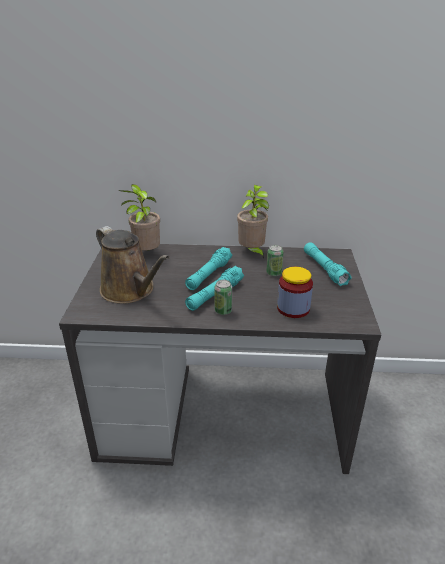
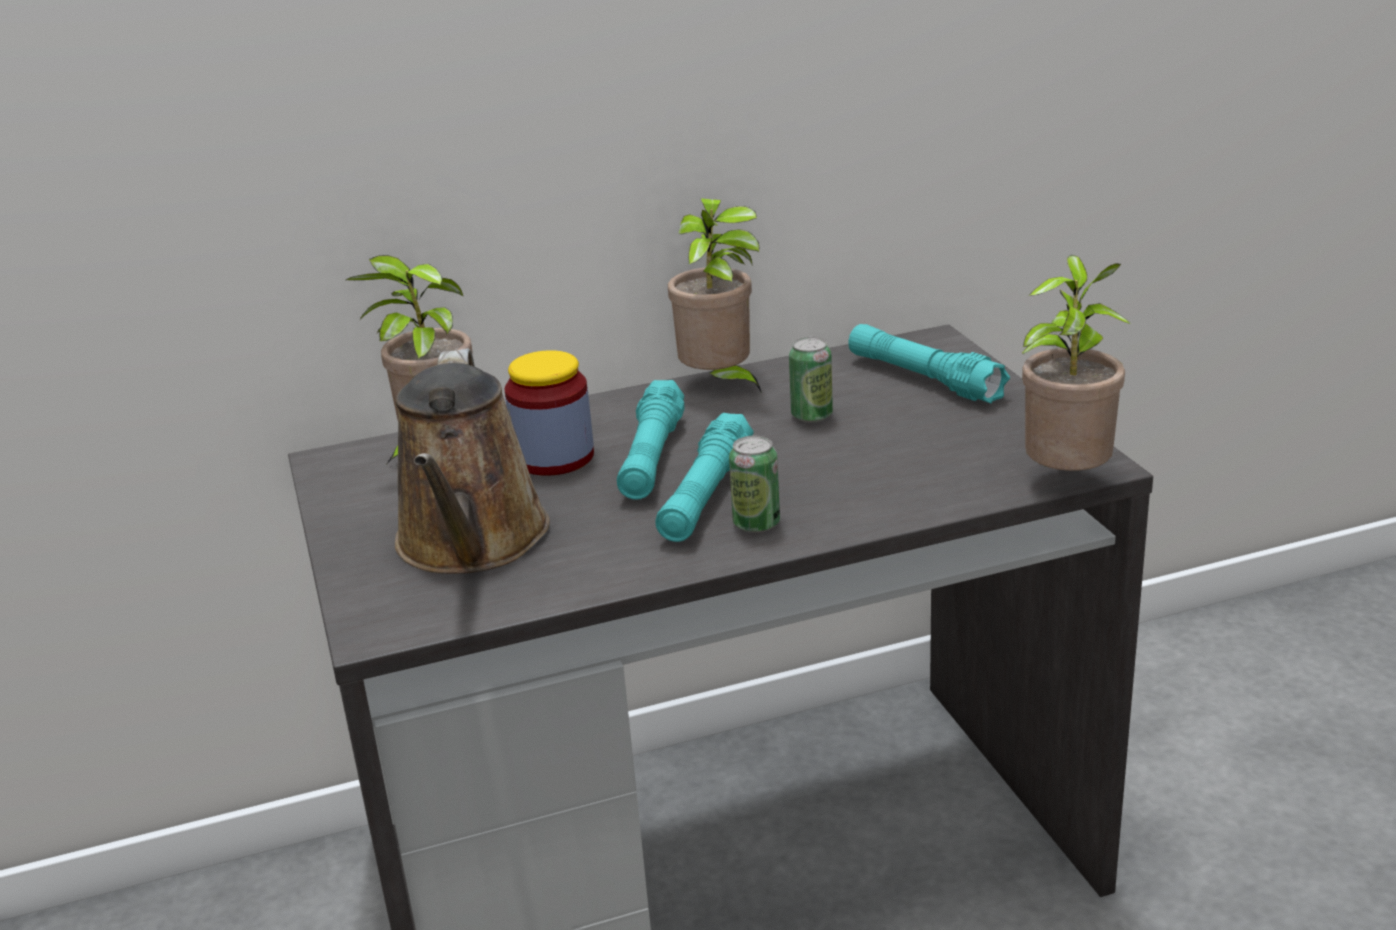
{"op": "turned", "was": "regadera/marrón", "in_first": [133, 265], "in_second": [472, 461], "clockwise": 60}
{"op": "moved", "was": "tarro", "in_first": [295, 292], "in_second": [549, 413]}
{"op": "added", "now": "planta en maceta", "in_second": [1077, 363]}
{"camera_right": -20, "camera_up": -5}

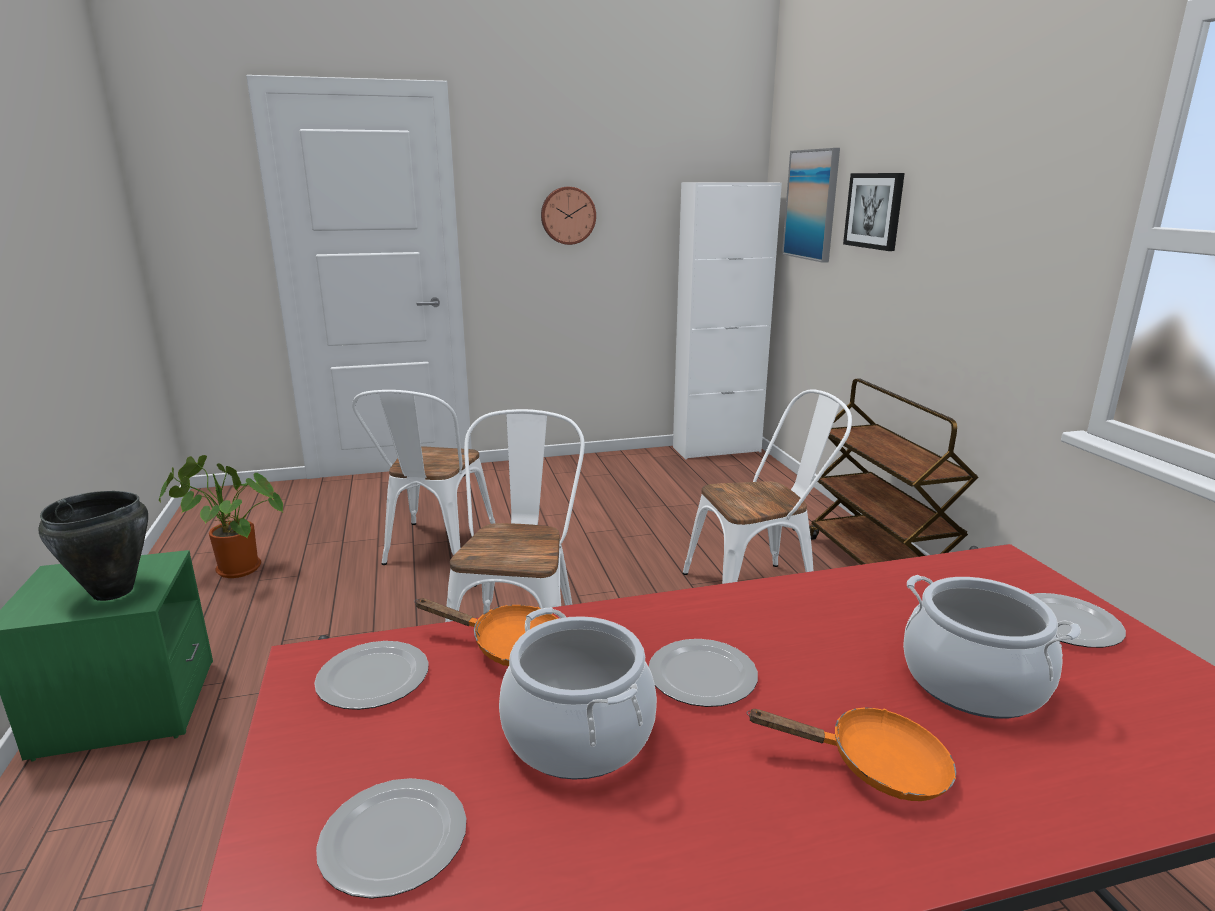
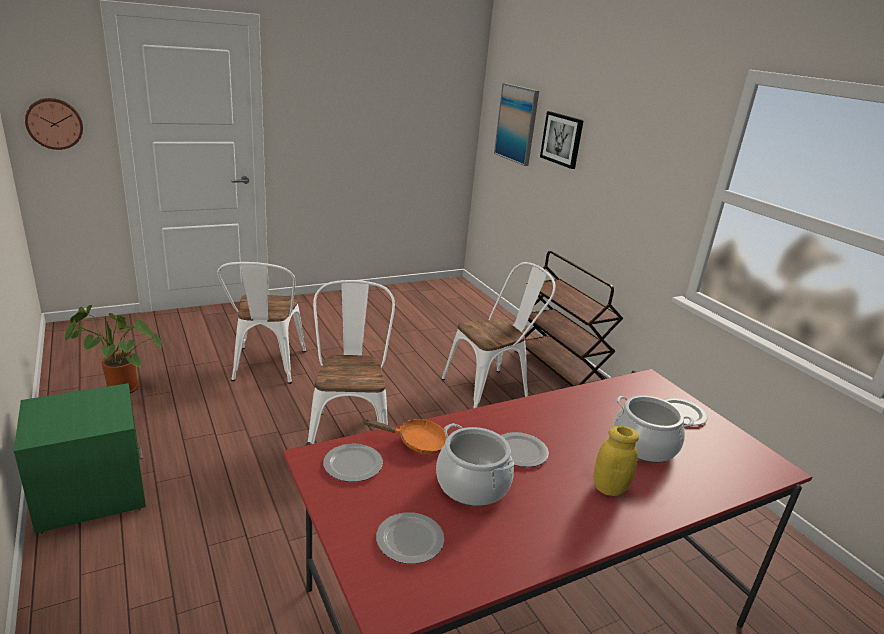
{"op": "removed", "was": "olla/negro", "in_first": [93, 546]}
{"op": "moved", "was": "reloj de pared", "in_first": [568, 216], "in_second": [54, 124]}
{"op": "removed", "was": "armario/blanco", "in_first": [727, 320]}
{"op": "replaced", "was": "sartén/naranja", "now": "tarro/amarillo", "in_first": [851, 754], "in_second": [616, 461]}
{"camera_right": -15, "camera_up": 5}

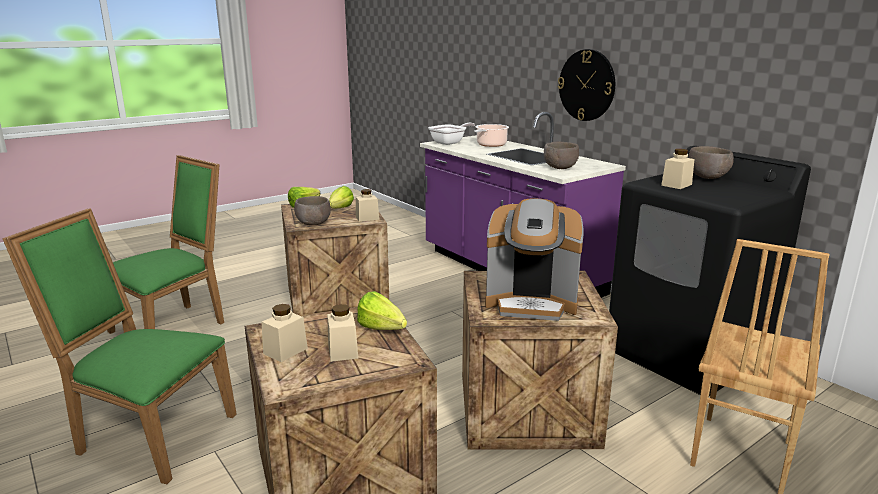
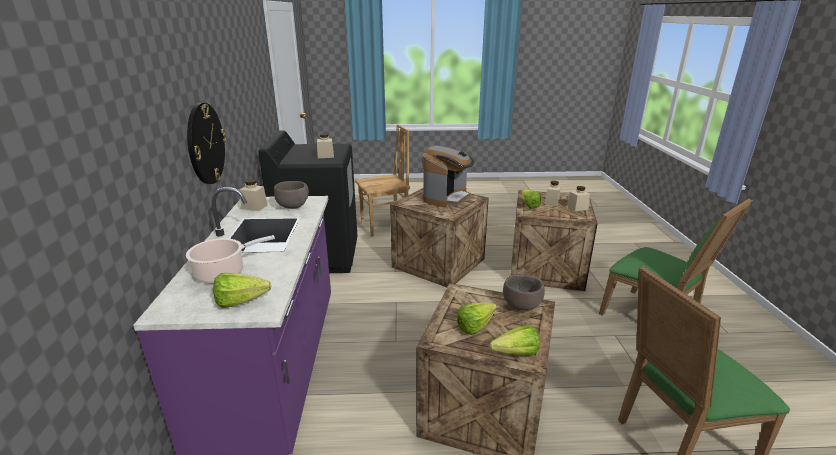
{"op": "moved", "was": "tarro/beis", "in_first": [367, 205], "in_second": [253, 195]}
{"op": "replaced", "was": "sartén", "now": "lechuga", "in_first": [451, 134], "in_second": [242, 290]}
{"op": "turned", "was": "cafetera", "in_first": [534, 260], "in_second": [448, 177], "clockwise": 75}
{"op": "removed", "was": "cuenco/marrón", "in_first": [711, 162]}
{"camera_right": -145, "camera_up": 5}

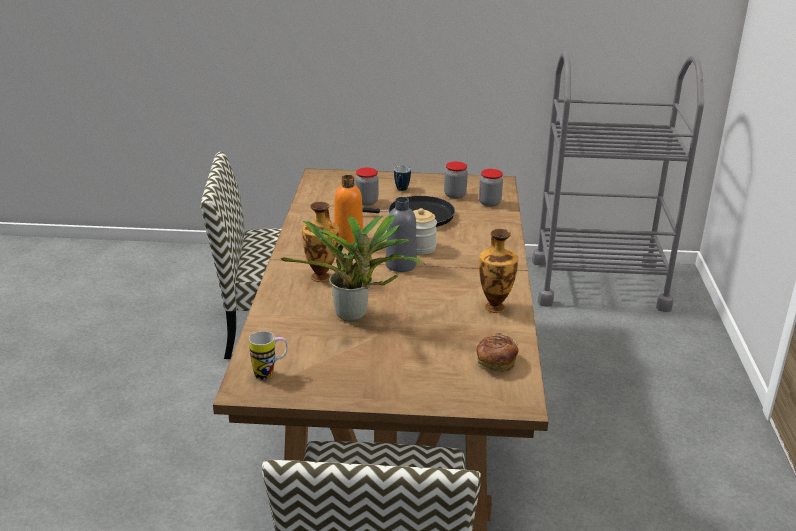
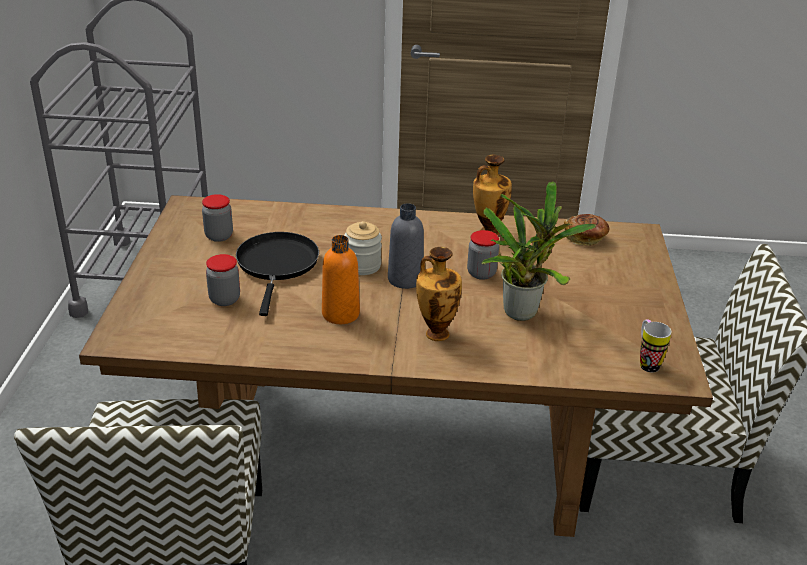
{"op": "removed", "was": "taza grande", "in_first": [402, 178]}
{"op": "moved", "was": "tarro", "in_first": [491, 188], "in_second": [483, 255]}
{"camera_right": -90, "camera_up": 5}

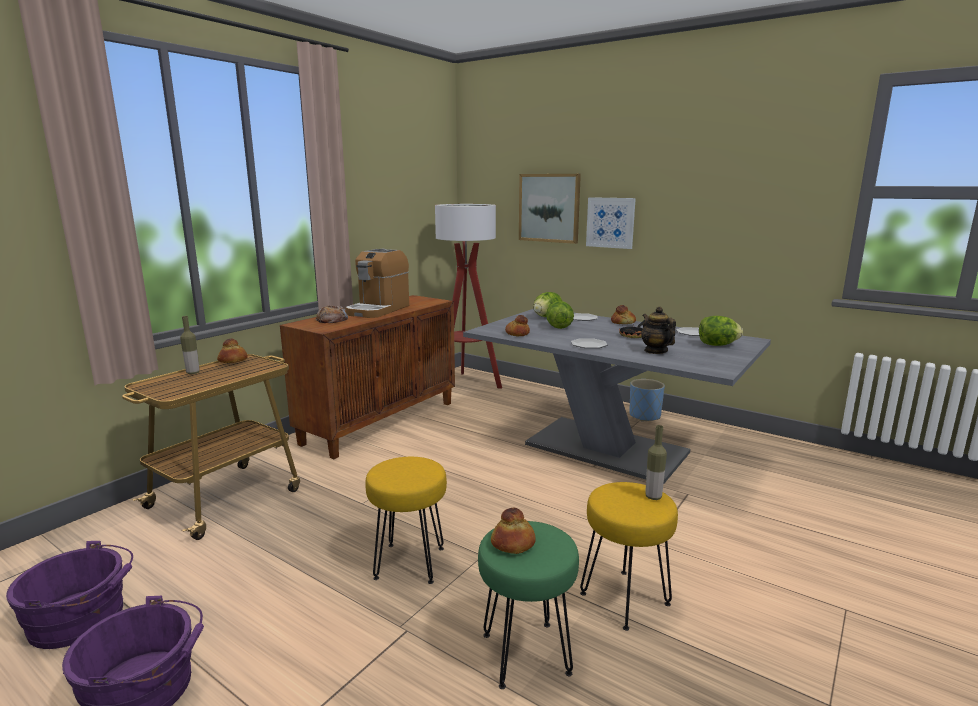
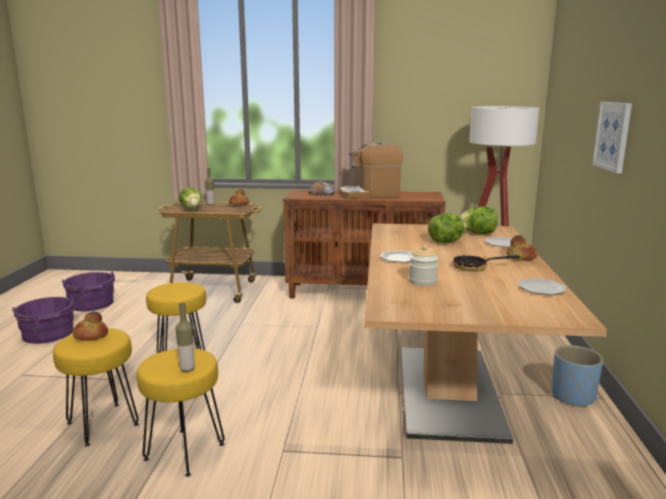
{"op": "recoloured", "was": "mesa de comedor/gris", "now": "mesa de comedor/marrón", "in_first": [617, 397], "in_second": [485, 333]}
{"op": "recoloured", "was": "taburete/verde", "now": "taburete/amarillo", "in_first": [528, 605], "in_second": [96, 387]}
{"op": "removed", "was": "pan", "in_first": [517, 325]}
{"op": "removed", "was": "cuadro", "in_first": [550, 209]}
{"op": "replaced", "was": "tetera", "now": "tarro", "in_first": [658, 330], "in_second": [424, 265]}
{"op": "moved", "was": "lechuga", "in_first": [721, 331], "in_second": [190, 198]}
{"camera_right": 60, "camera_up": 0}

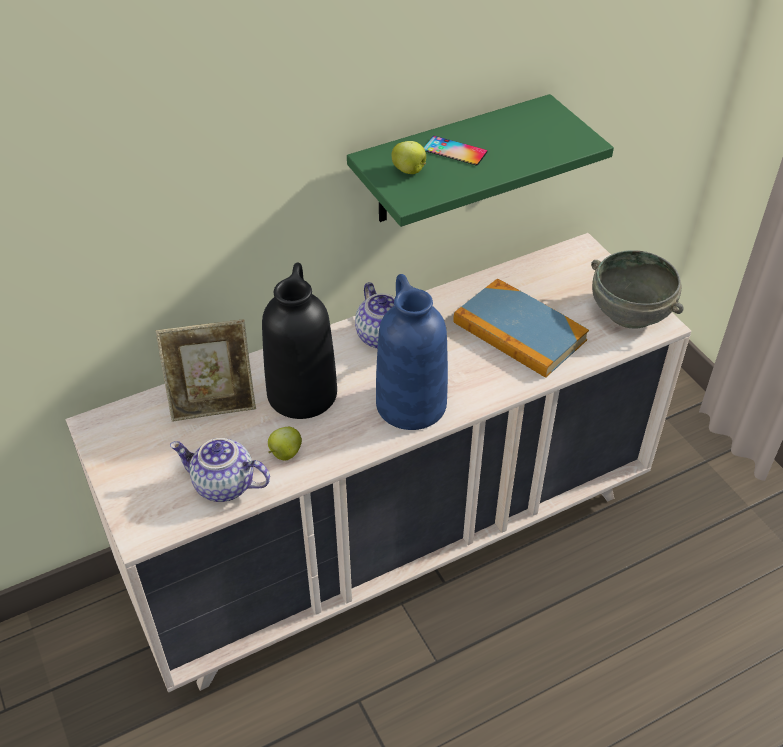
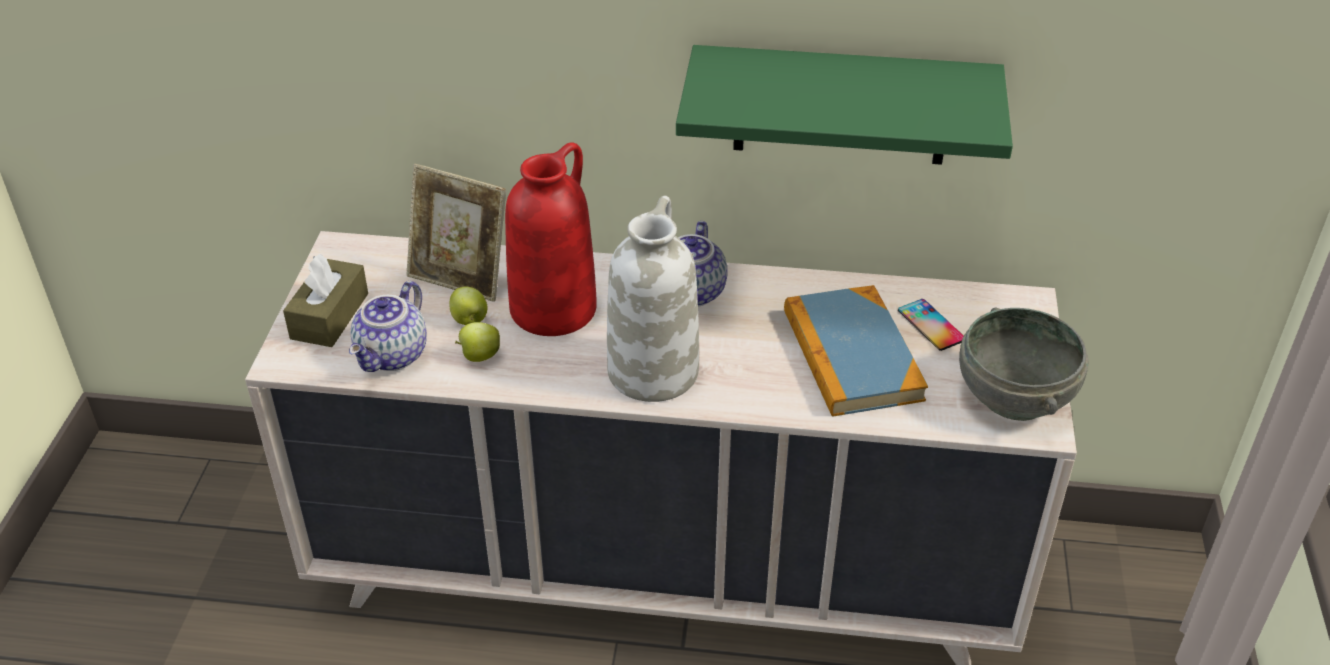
{"op": "turned", "was": "tetera", "in_first": [220, 470], "in_second": [388, 326], "clockwise": -120}
{"op": "recoloured", "was": "florero/negro", "now": "florero/rojo", "in_first": [299, 341], "in_second": [551, 239]}
{"op": "recoloured", "was": "florero/azul", "now": "florero/blanco", "in_first": [412, 352], "in_second": [653, 299]}
{"op": "moved", "was": "manzana", "in_first": [408, 157], "in_second": [468, 305]}
{"op": "moved", "was": "móvil", "in_first": [455, 151], "in_second": [931, 325]}
{"op": "added", "now": "caja de pañuelos/marrón", "in_second": [325, 300]}
{"camera_right": 35, "camera_up": -5}

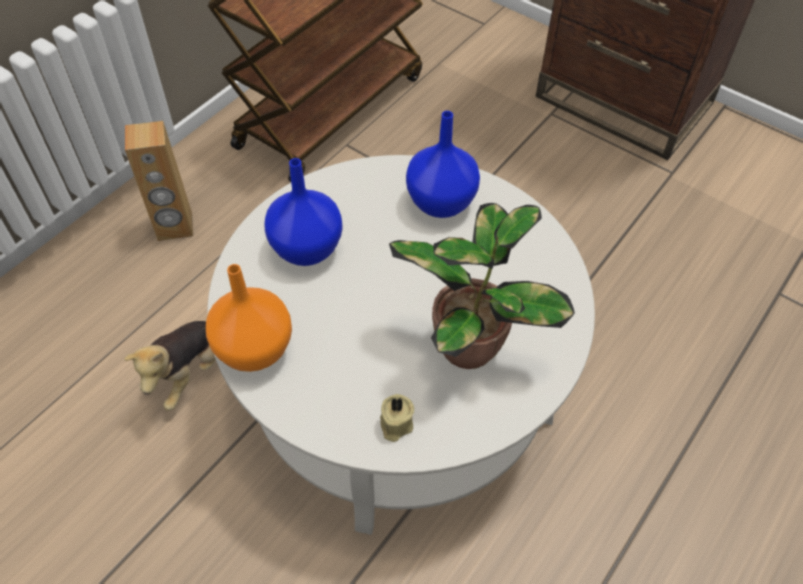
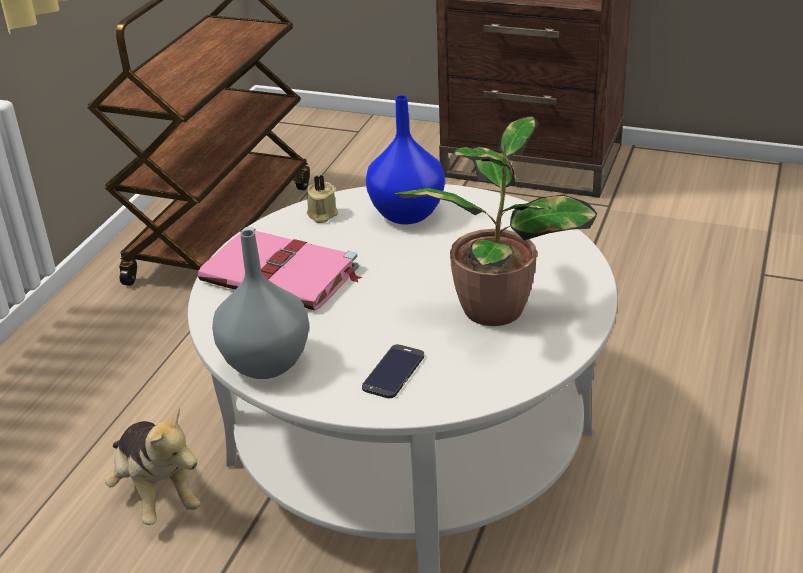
{"op": "turned", "was": "peluche", "in_first": [170, 366], "in_second": [153, 466], "clockwise": -45}
{"op": "removed", "was": "altavoz/marrón", "in_first": [159, 181]}
{"op": "recoloured", "was": "florero/naranja", "now": "florero/gris", "in_first": [249, 318], "in_second": [260, 304]}
{"op": "replaced", "was": "florero/azul", "now": "libro/rosa", "in_first": [303, 212], "in_second": [280, 269]}
{"op": "moved", "was": "vela/beis", "in_first": [397, 418], "in_second": [322, 199]}
{"op": "added", "now": "móvil", "in_second": [393, 371]}
{"camera_right": -15, "camera_up": -20}

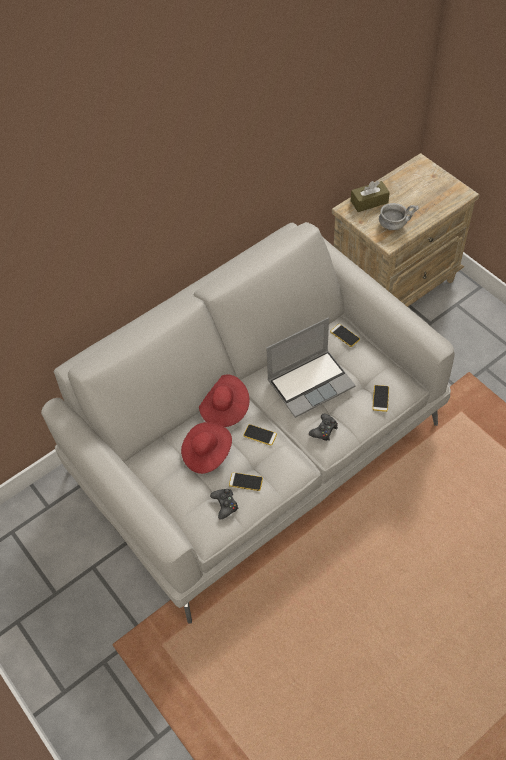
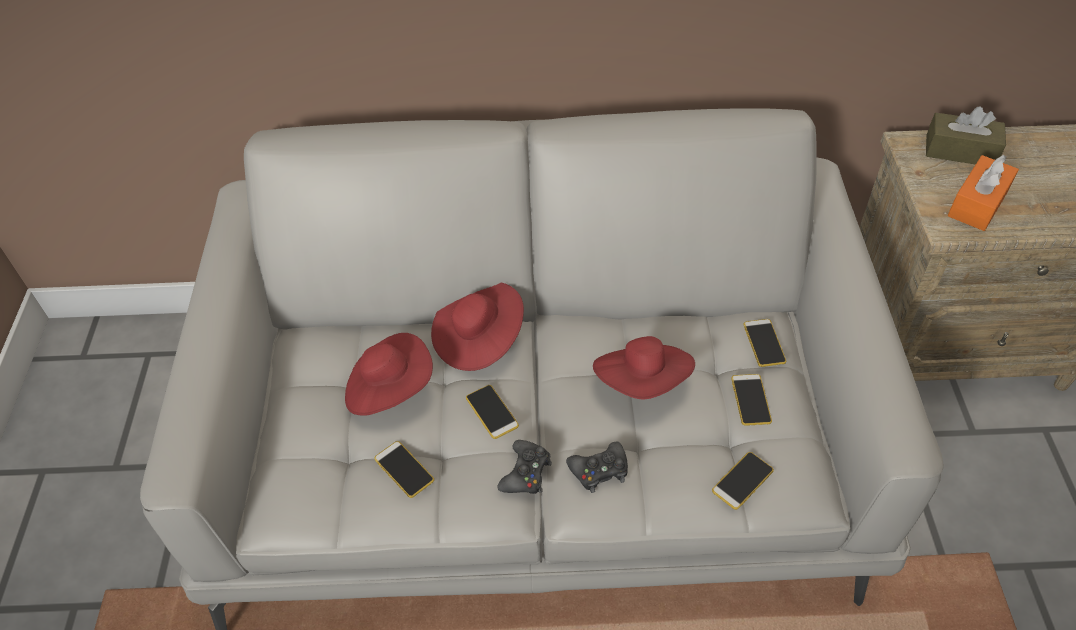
{"op": "moved", "was": "mando de consola/negro", "in_first": [224, 504], "in_second": [524, 467]}
{"op": "replaced", "was": "portátil", "now": "sombrero/rojo", "in_first": [311, 368], "in_second": [644, 368]}
{"op": "replaced", "was": "cuenco/gris", "now": "caja de pañuelos/naranja", "in_first": [399, 216], "in_second": [983, 193]}
{"op": "added", "now": "móvil", "in_second": [751, 400]}
{"camera_right": 35, "camera_up": -5}

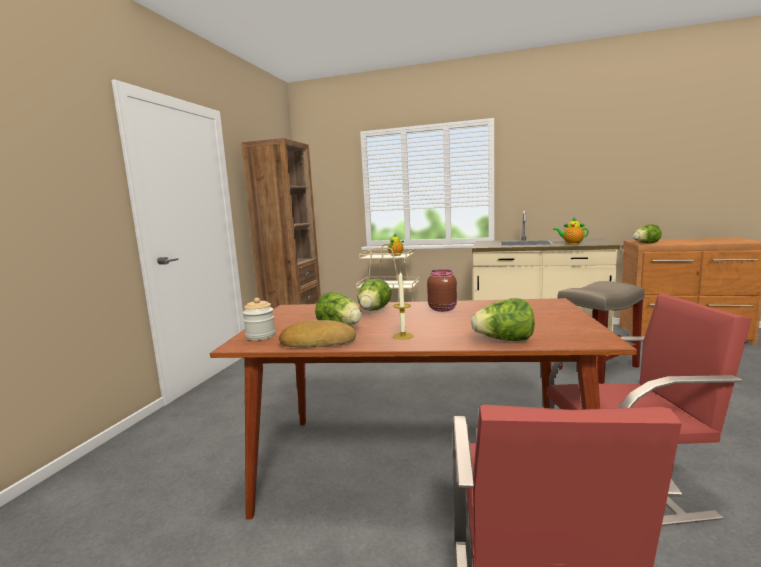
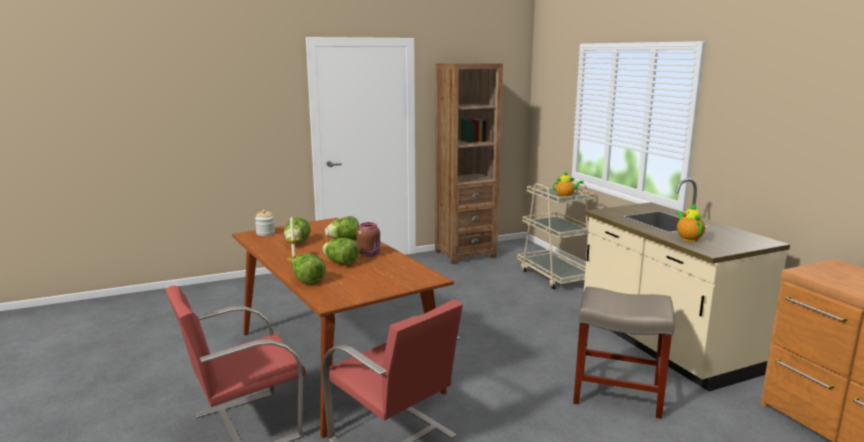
{"op": "removed", "was": "pan", "in_first": [317, 334]}
{"op": "moved", "was": "lechuga", "in_first": [647, 233], "in_second": [340, 252]}
{"camera_right": 50, "camera_up": 5}

